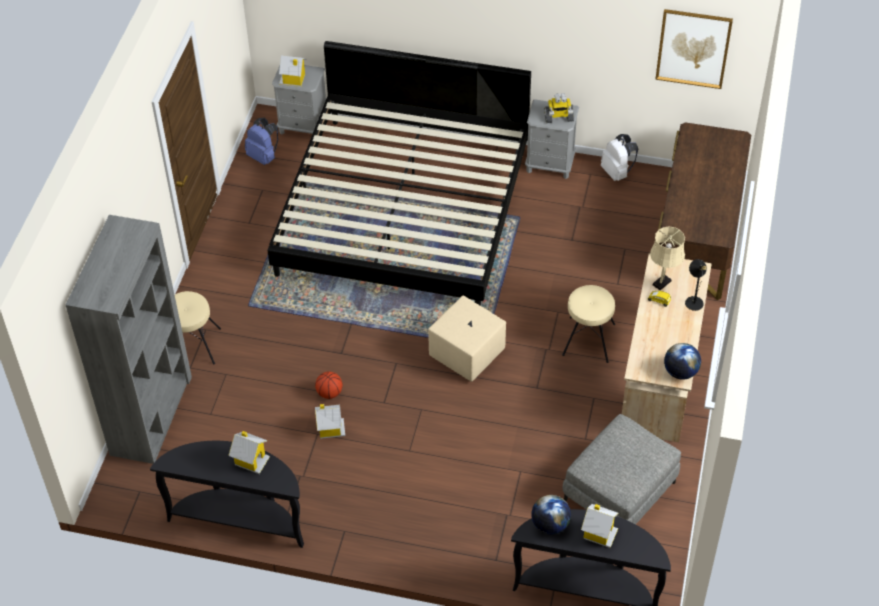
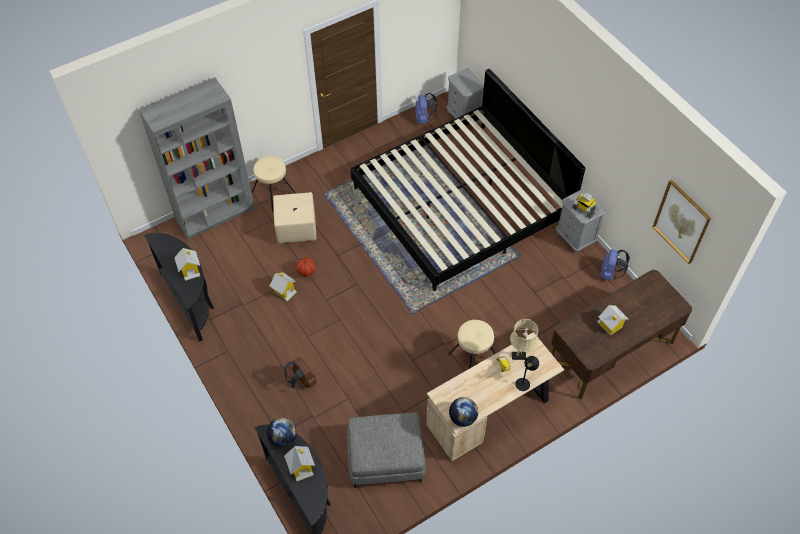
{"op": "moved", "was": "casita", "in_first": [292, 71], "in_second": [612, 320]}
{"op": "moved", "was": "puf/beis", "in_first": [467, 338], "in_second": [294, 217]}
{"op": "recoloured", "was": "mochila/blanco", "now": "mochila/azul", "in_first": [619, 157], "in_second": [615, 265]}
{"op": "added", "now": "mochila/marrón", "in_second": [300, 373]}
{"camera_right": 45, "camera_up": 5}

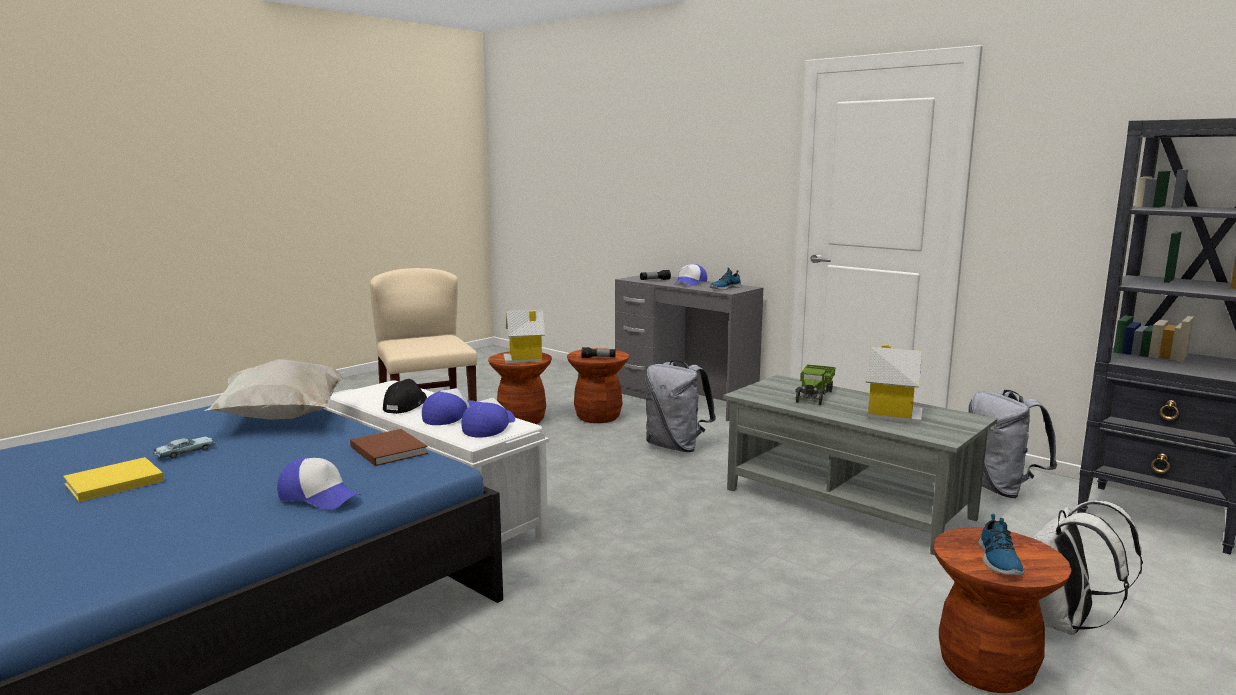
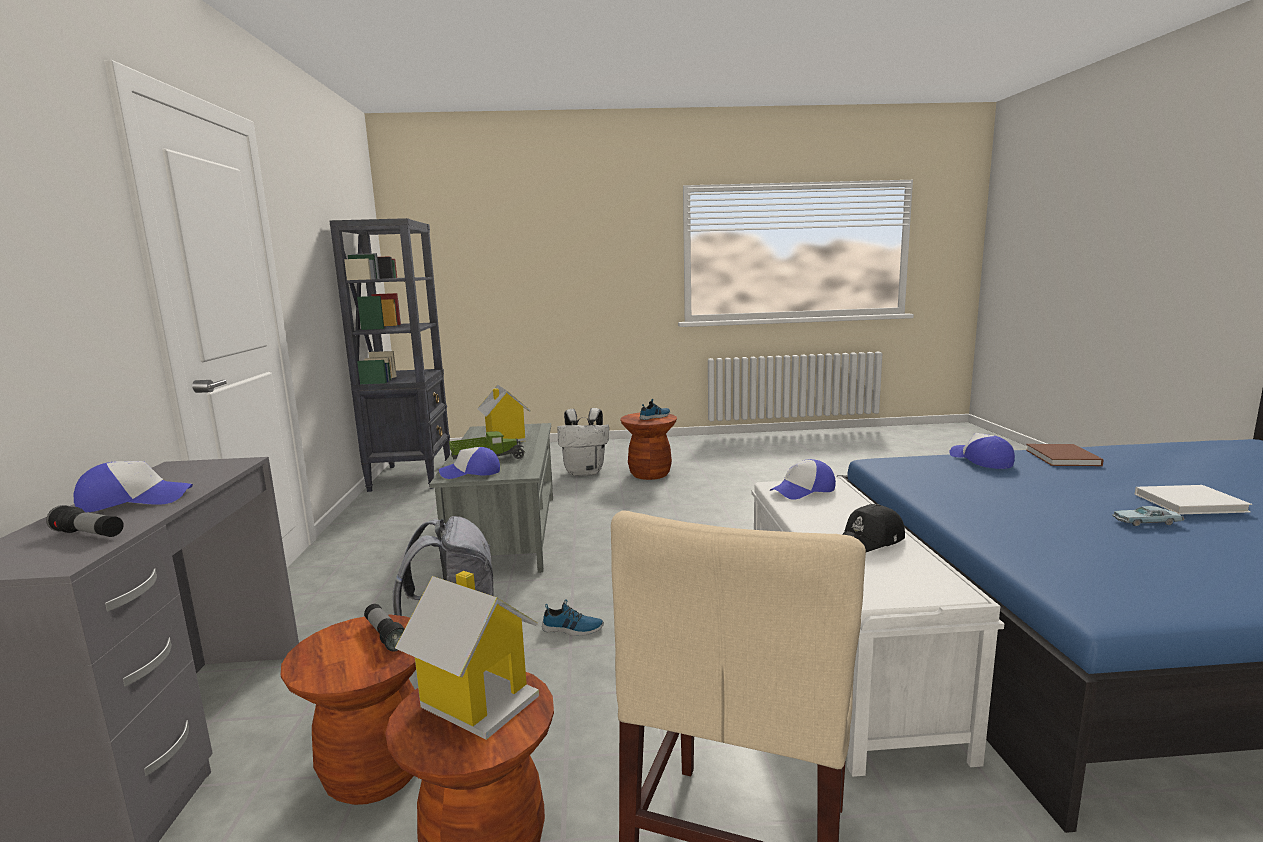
{"op": "recoloured", "was": "libro/amarillo", "now": "libro/blanco", "in_first": [113, 479], "in_second": [1193, 500]}
{"op": "removed", "was": "cojín/blanco", "in_first": [274, 389]}
{"op": "moved", "was": "libro/marrón", "in_first": [389, 447], "in_second": [1065, 455]}
{"op": "moved", "was": "gorra", "in_first": [449, 406], "in_second": [469, 463]}
{"op": "moved", "was": "zapato", "in_first": [725, 278], "in_second": [573, 617]}
{"op": "removed", "was": "mochila/gris", "in_first": [1012, 443]}
{"camera_right": -135, "camera_up": 0}

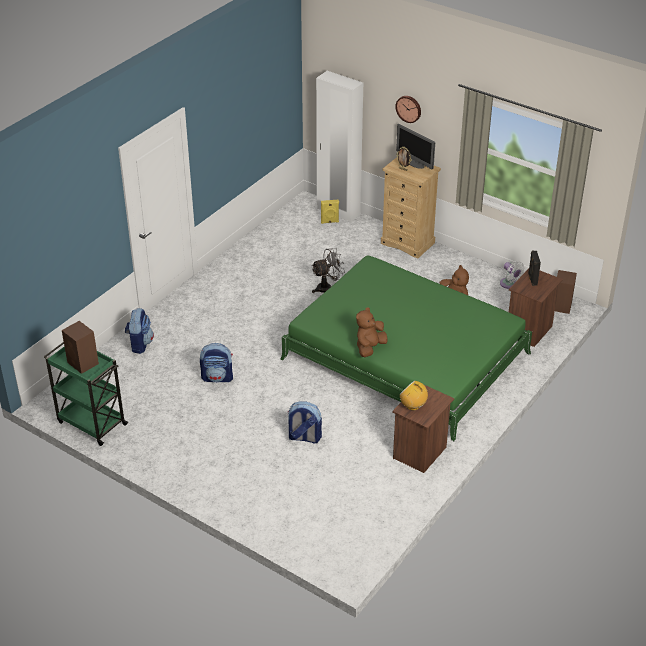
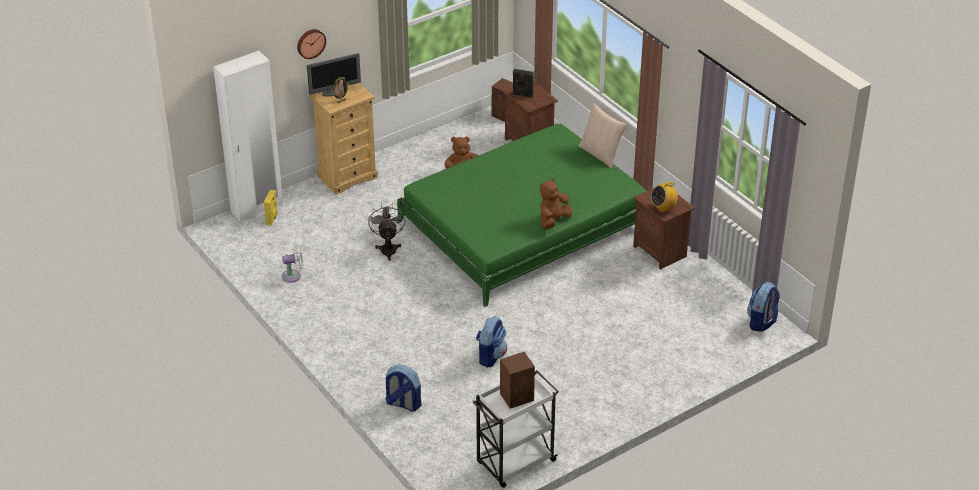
{"op": "recoloured", "was": "carrito/verde", "now": "carrito/blanco", "in_first": [86, 394], "in_second": [516, 429]}
{"op": "moved", "was": "mochila", "in_first": [304, 422], "in_second": [763, 307]}
{"op": "turned", "was": "peluche/marrón", "in_first": [372, 332], "in_second": [556, 204], "clockwise": 75}
{"op": "moved", "was": "ventilador/blanco", "in_first": [512, 275], "in_second": [292, 264]}
{"op": "added", "now": "cojín/beis", "in_second": [603, 136]}
{"camera_right": -70, "camera_up": 0}

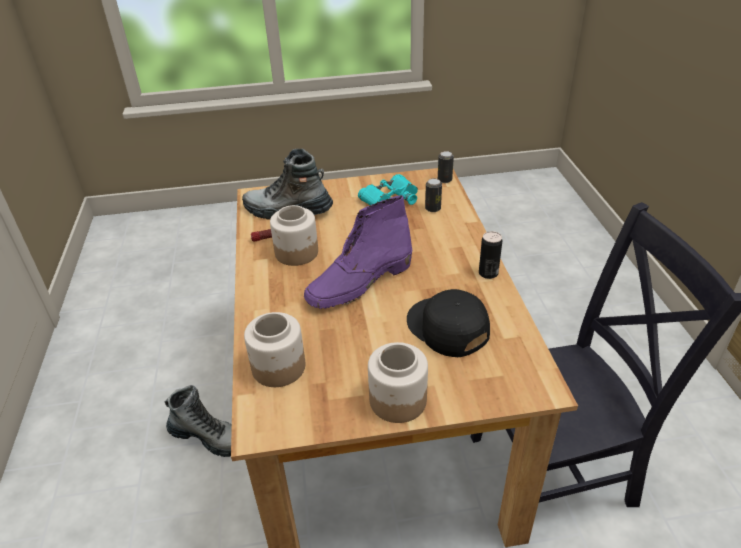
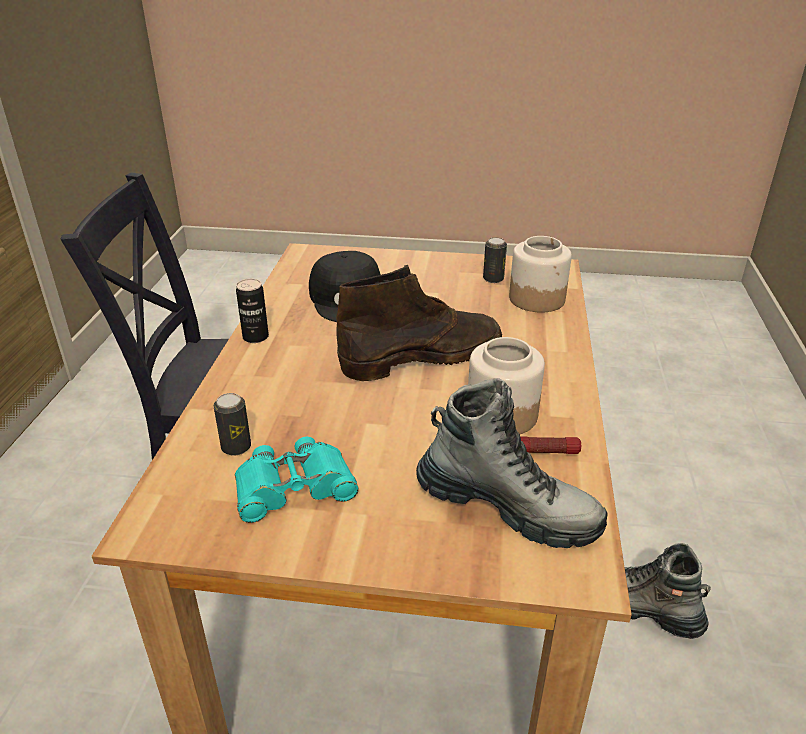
{"op": "recoloured", "was": "bota/morado", "now": "bota/marrón", "in_first": [358, 252], "in_second": [419, 323]}
{"op": "removed", "was": "tarro", "in_first": [398, 382]}
{"op": "moved", "was": "lata", "in_first": [446, 167], "in_second": [495, 260]}
{"camera_right": -165, "camera_up": -5}

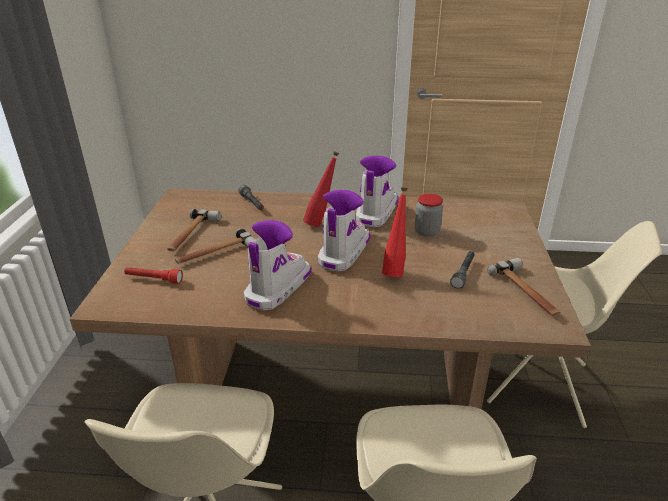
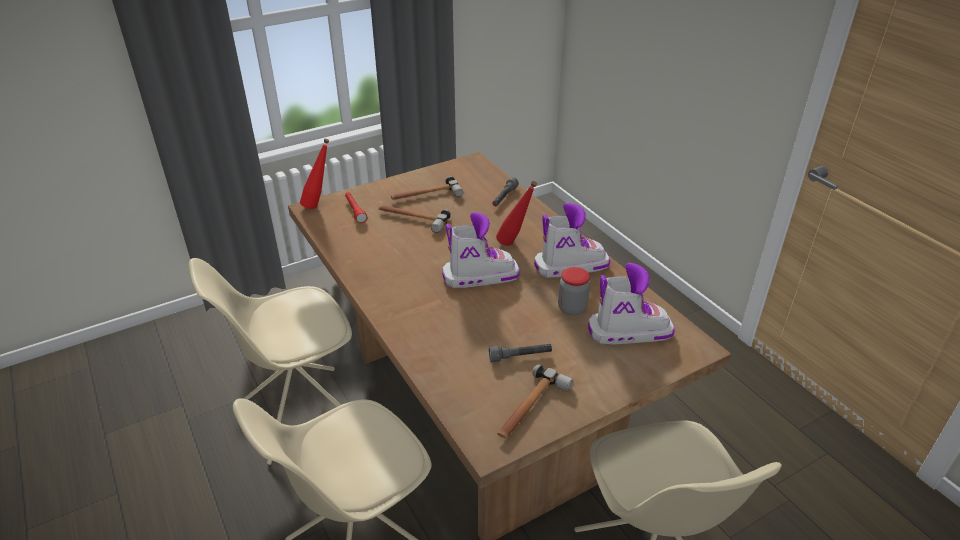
{"op": "moved", "was": "bota", "in_first": [277, 265], "in_second": [631, 303]}
{"op": "moved", "was": "botella/rojo", "in_first": [394, 232], "in_second": [314, 174]}
{"camera_right": 55, "camera_up": 5}

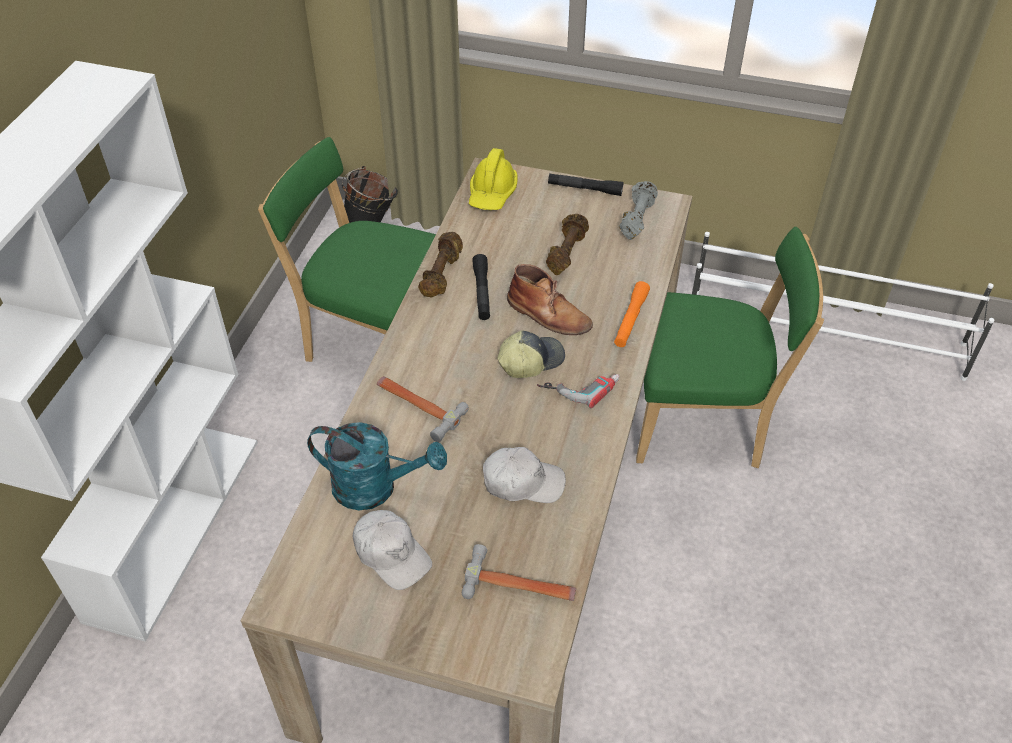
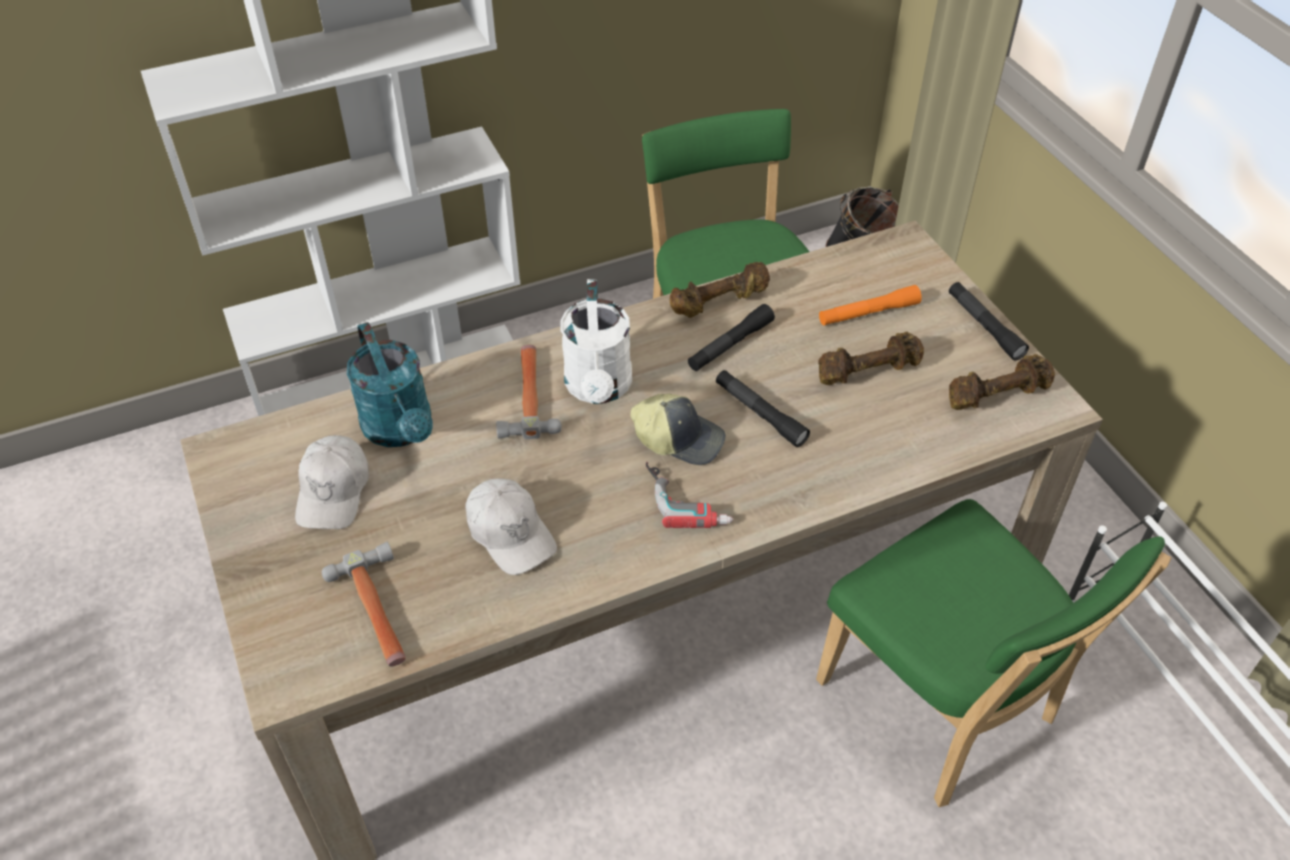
{"op": "removed", "was": "casco/amarillo", "in_first": [493, 179]}
{"op": "replaced", "was": "bota/marrón", "now": "linterna/negro", "in_first": [550, 299], "in_second": [763, 408]}
{"op": "moved", "was": "linterna/naranja", "in_first": [632, 314], "in_second": [870, 305]}
{"op": "recoloured", "was": "mancuerna/gris", "now": "mancuerna/marrón", "in_first": [638, 210], "in_second": [1002, 382]}
{"op": "added", "now": "regadera/blanco", "in_second": [596, 341]}
{"camera_right": 50, "camera_up": 0}

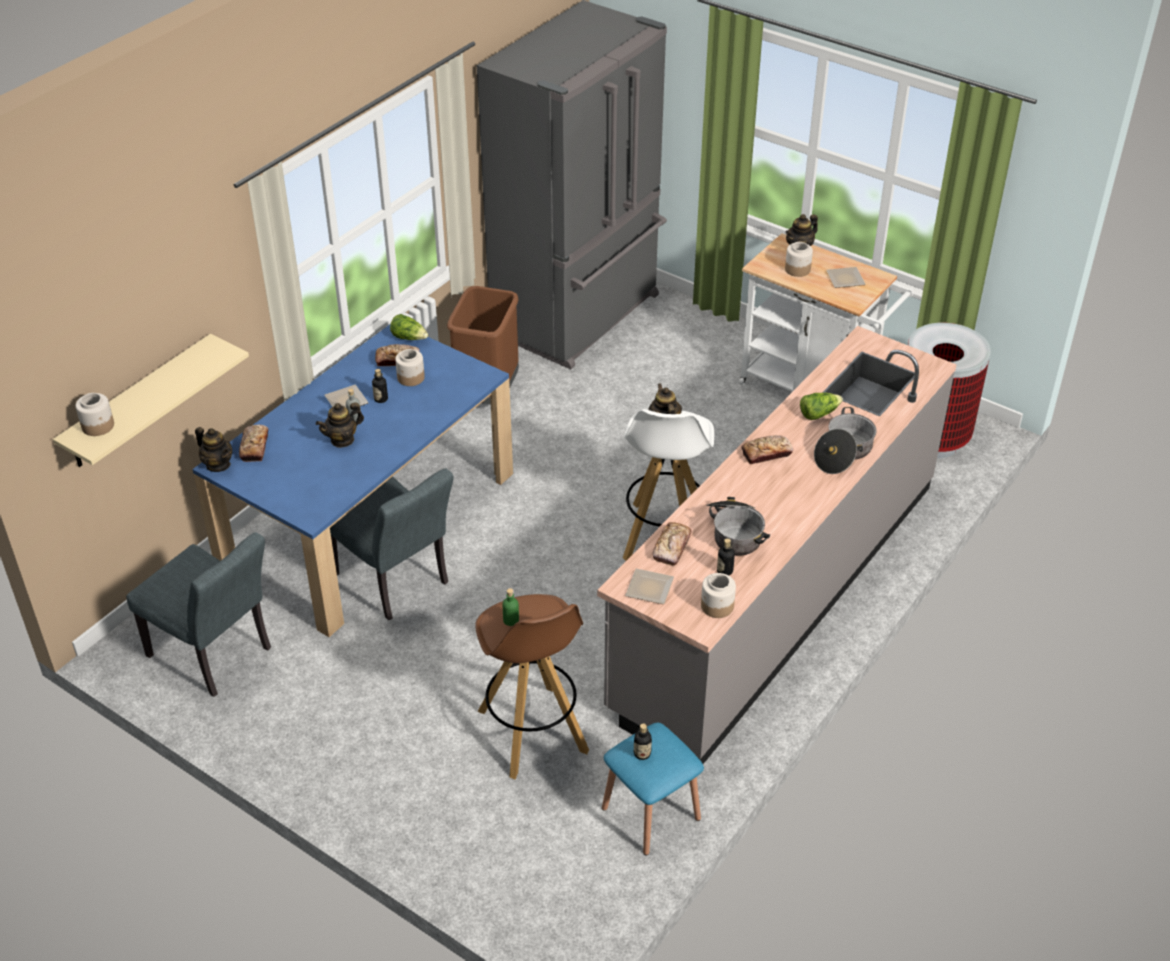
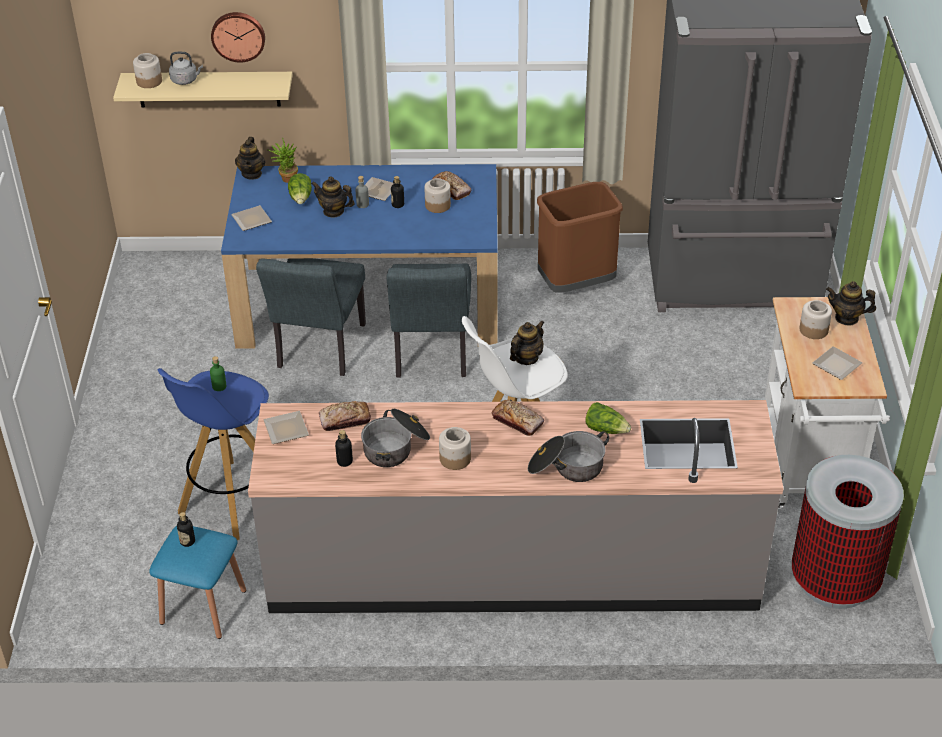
{"op": "moved", "was": "silla/gris", "in_first": [198, 614], "in_second": [429, 321]}
{"op": "replaced", "was": "pan", "now": "planta en maceta", "in_first": [253, 443], "in_second": [282, 160]}
{"op": "moved", "was": "lechuga", "in_first": [409, 327], "in_second": [300, 188]}
{"op": "recoloured", "was": "taburete/marrón", "now": "taburete/azul", "in_first": [532, 686], "in_second": [213, 454]}
{"op": "moved", "was": "tarro", "in_first": [718, 595], "in_second": [455, 448]}
{"op": "added", "now": "hervidor/gris", "in_second": [186, 68]}
{"op": "added", "now": "reloj de pared", "in_second": [238, 37]}
{"op": "added", "now": "plato", "in_second": [251, 218]}
{"camera_right": 55, "camera_up": 0}

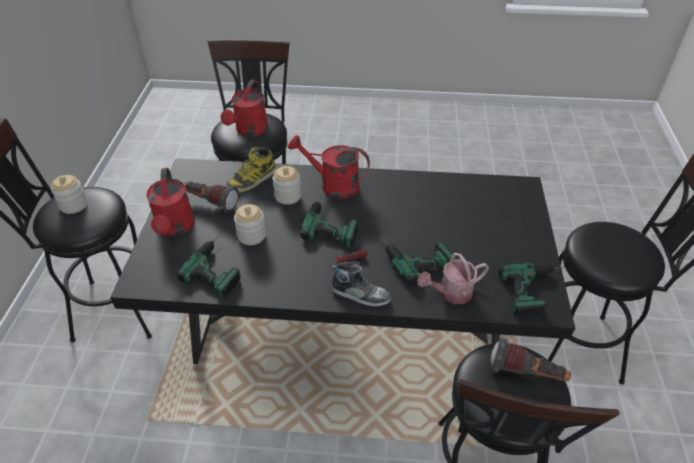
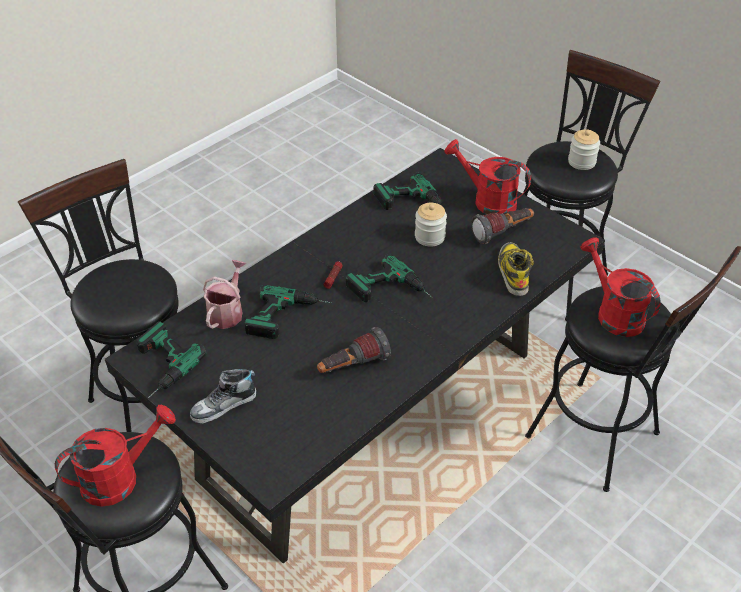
{"op": "removed", "was": "tarro", "in_first": [287, 185]}
{"op": "moved", "was": "regadera/rojo", "in_first": [329, 167], "in_second": [115, 455]}
{"op": "moved", "was": "zapato", "in_first": [361, 284], "in_second": [223, 396]}
{"op": "moved", "was": "linterna", "in_first": [531, 359], "in_second": [354, 350]}
{"camera_right": 130, "camera_up": 0}

